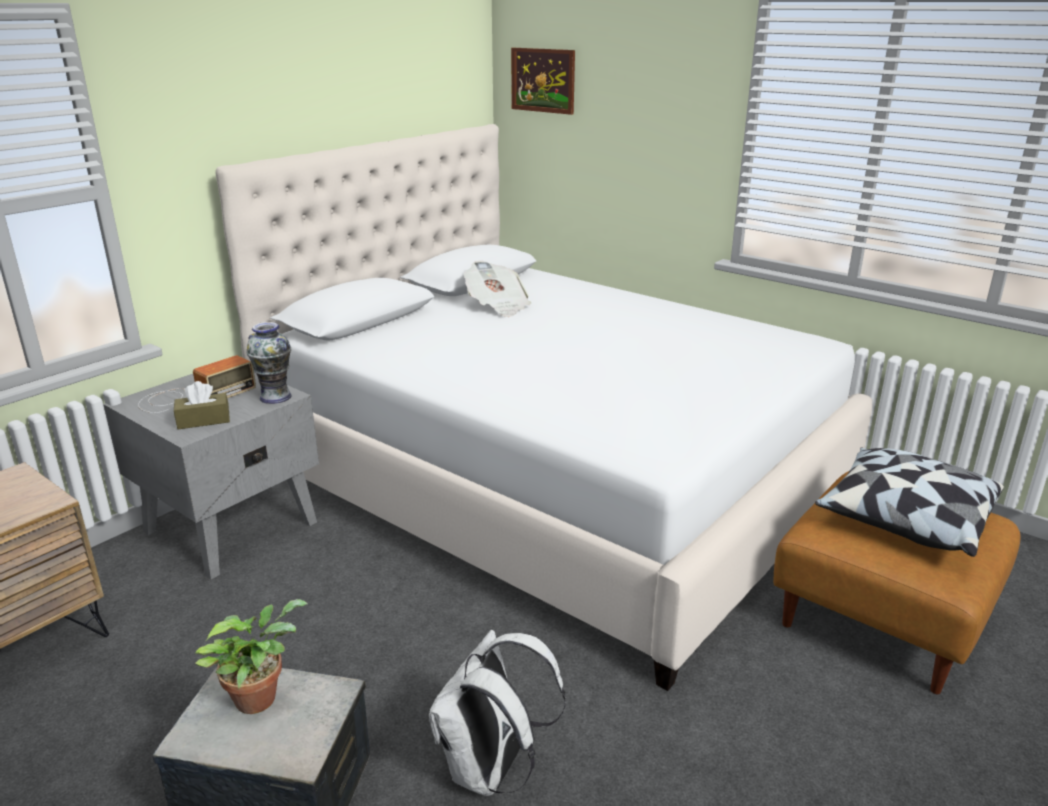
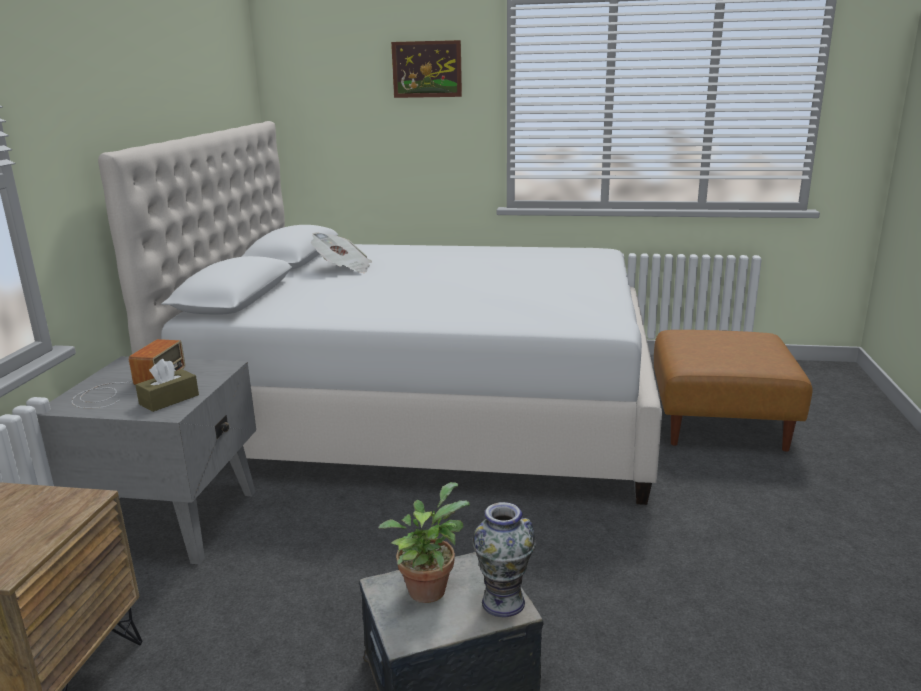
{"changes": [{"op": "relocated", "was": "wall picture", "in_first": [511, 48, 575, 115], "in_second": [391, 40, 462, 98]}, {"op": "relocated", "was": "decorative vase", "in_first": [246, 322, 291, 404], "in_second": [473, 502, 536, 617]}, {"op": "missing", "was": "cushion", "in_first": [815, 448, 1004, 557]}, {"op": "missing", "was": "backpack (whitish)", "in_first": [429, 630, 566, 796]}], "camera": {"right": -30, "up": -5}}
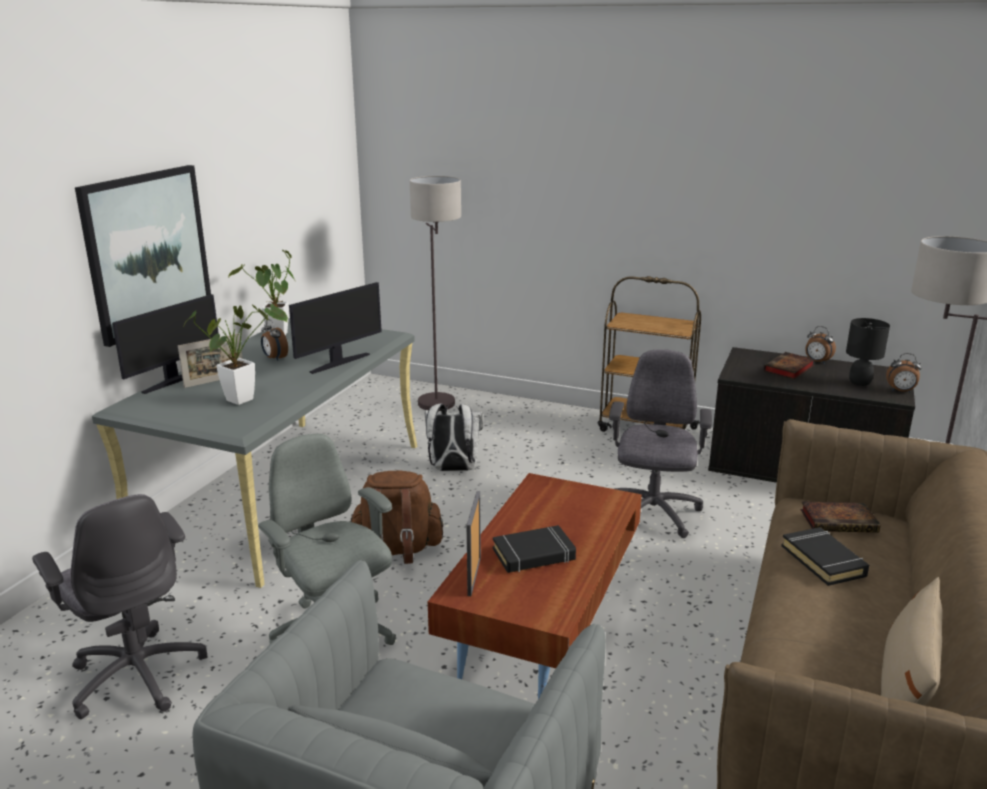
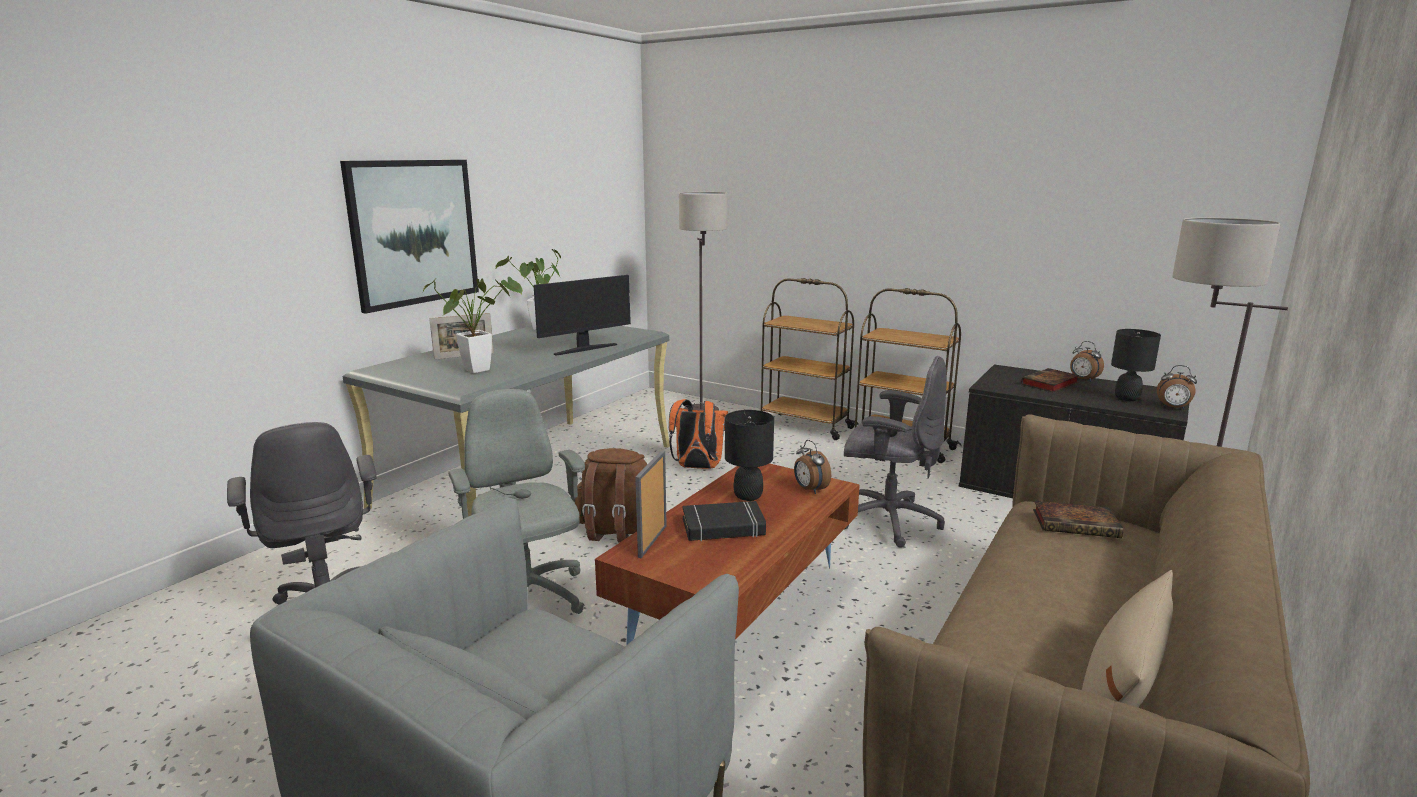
{"changes": [{"op": "missing", "was": "computer display", "in_first": [112, 294, 219, 394]}, {"op": "relocated", "was": "table clock", "in_first": [261, 319, 288, 361], "in_second": [794, 440, 831, 494]}, {"op": "spun", "was": "desk chair (grey)", "in_first": [609, 349, 712, 538], "in_second": [844, 356, 947, 548], "clockwise": 90}, {"op": "colour", "was": "backpack (whitish)", "now": "backpack (orange)", "in_first": [425, 403, 483, 471], "in_second": [669, 399, 728, 469]}, {"op": "missing", "was": "volume (blackish)", "in_first": [781, 527, 869, 586]}, {"op": "appeared", "now": "cart (brown)", "in_second": [761, 278, 859, 440]}, {"op": "appeared", "now": "tabletop lamp (blackish)", "in_second": [725, 410, 774, 501]}], "camera": {"right": 10, "up": -5}}
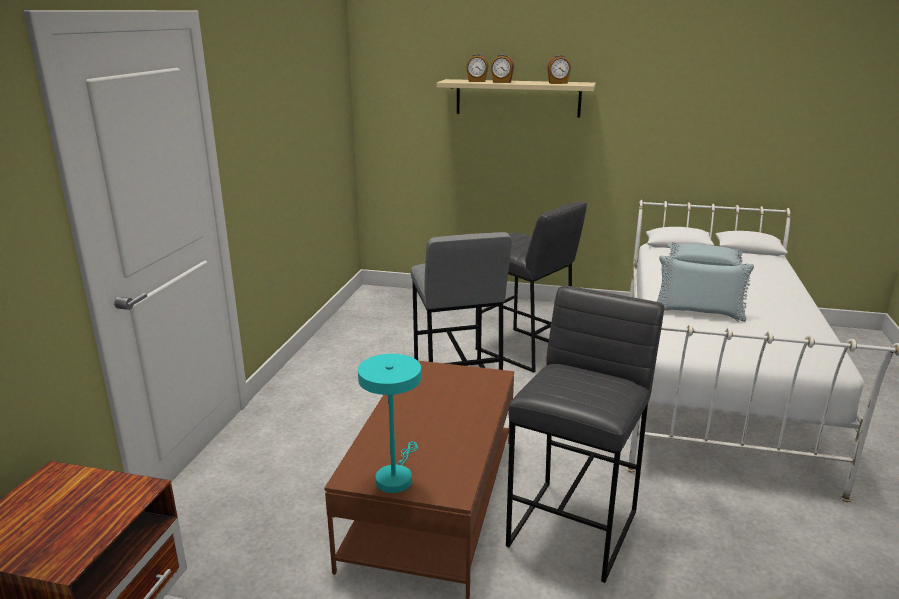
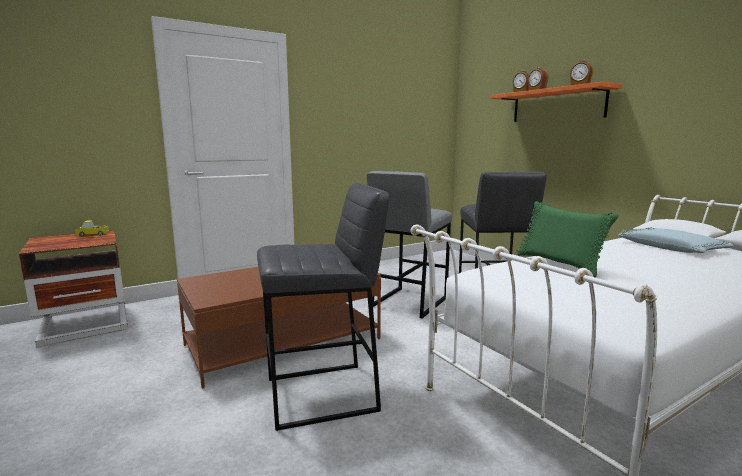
{"changes": [{"op": "colour", "was": "shelf (beige-coloured)", "now": "shelf (orange)", "in_first": [436, 79, 596, 118], "in_second": [490, 82, 622, 122]}, {"op": "colour", "was": "cushion (blue)", "now": "cushion (green-coloured)", "in_first": [657, 255, 754, 322], "in_second": [517, 201, 619, 278]}, {"op": "missing", "was": "tabletop lamp (blue-green)", "in_first": [358, 354, 421, 493]}, {"op": "appeared", "now": "toy truck", "in_second": [75, 220, 109, 237]}], "camera": {"right": 45, "up": -10}}
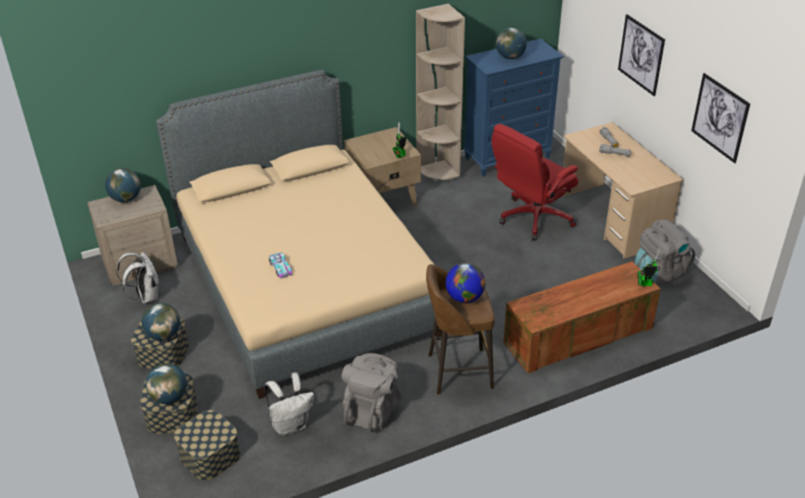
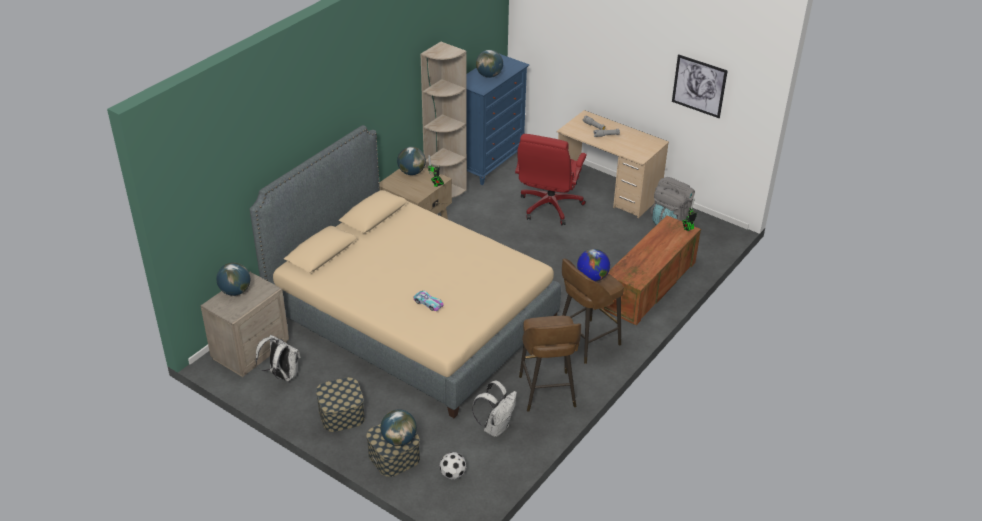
{"changes": [{"op": "missing", "was": "wall picture", "in_first": [618, 14, 665, 96]}, {"op": "relocated", "was": "globe", "in_first": [141, 303, 180, 341], "in_second": [397, 147, 426, 175]}, {"op": "exchanged", "was": "backpack (grey)", "now": "sitting stool (brown)", "in_first": [342, 353, 401, 432], "in_second": [519, 315, 581, 412]}, {"op": "exchanged", "was": "storage container", "now": "ball for football", "in_first": [174, 410, 240, 481], "in_second": [440, 452, 466, 479]}], "camera": {"right": -30, "up": 0}}
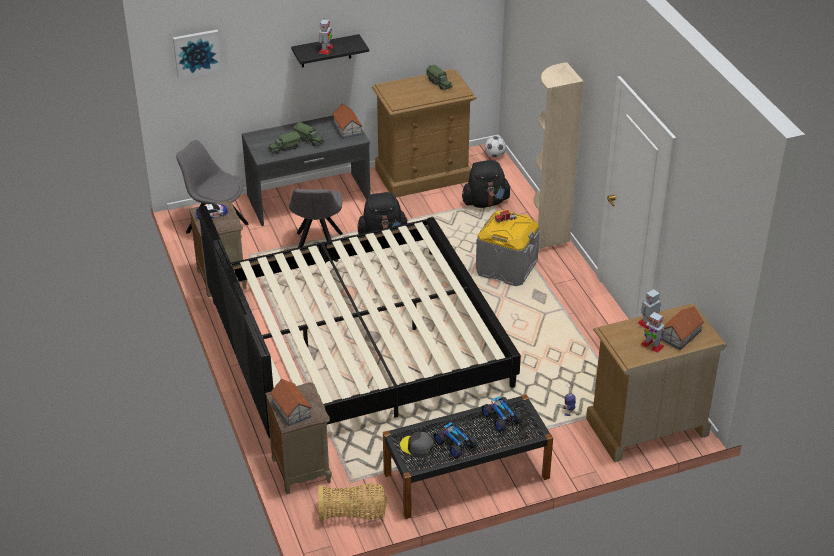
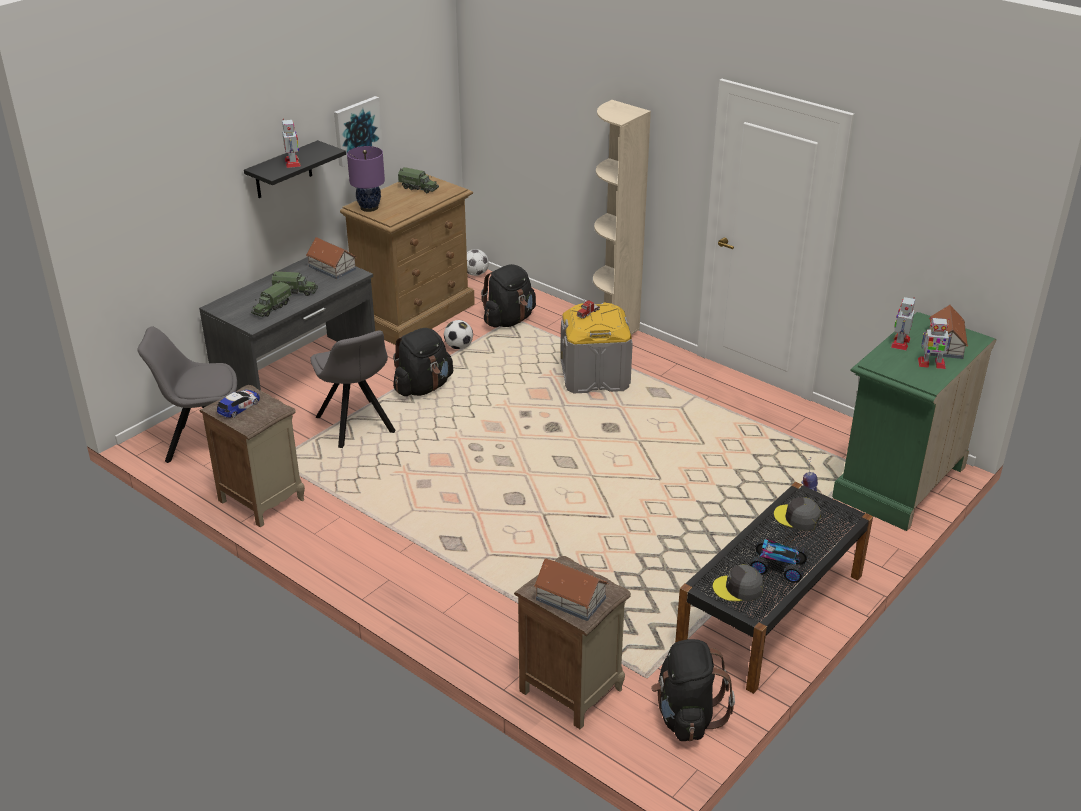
{"changes": [{"op": "relocated", "was": "wall picture", "in_first": [173, 30, 222, 79], "in_second": [334, 96, 383, 167]}, {"op": "missing", "was": "sleeping bed", "in_first": [199, 206, 521, 438]}, {"op": "colour", "was": "drawer chest (brown)", "now": "drawer chest (green-coloured)", "in_first": [586, 303, 727, 462], "in_second": [832, 312, 996, 531]}, {"op": "exchanged", "was": "miniature car", "now": "baseball cap (grey)", "in_first": [482, 396, 522, 432], "in_second": [774, 497, 821, 531]}, {"op": "exchanged", "was": "basket", "now": "backpack (blackish)", "in_first": [318, 484, 387, 521], "in_second": [651, 639, 735, 741]}, {"op": "appeared", "now": "tabletop lamp (purplish)", "in_second": [347, 146, 385, 212]}, {"op": "appeared", "now": "ball for football", "in_second": [444, 320, 473, 349]}], "camera": {"right": -30, "up": -5}}
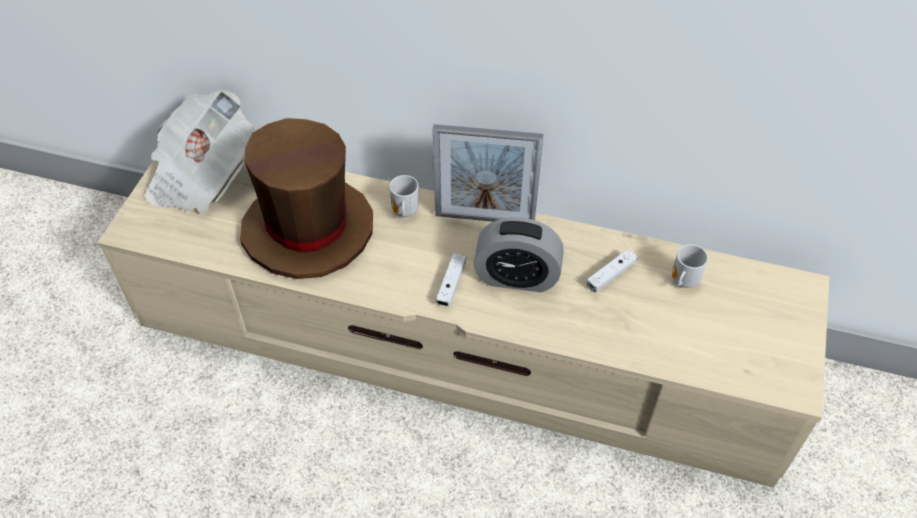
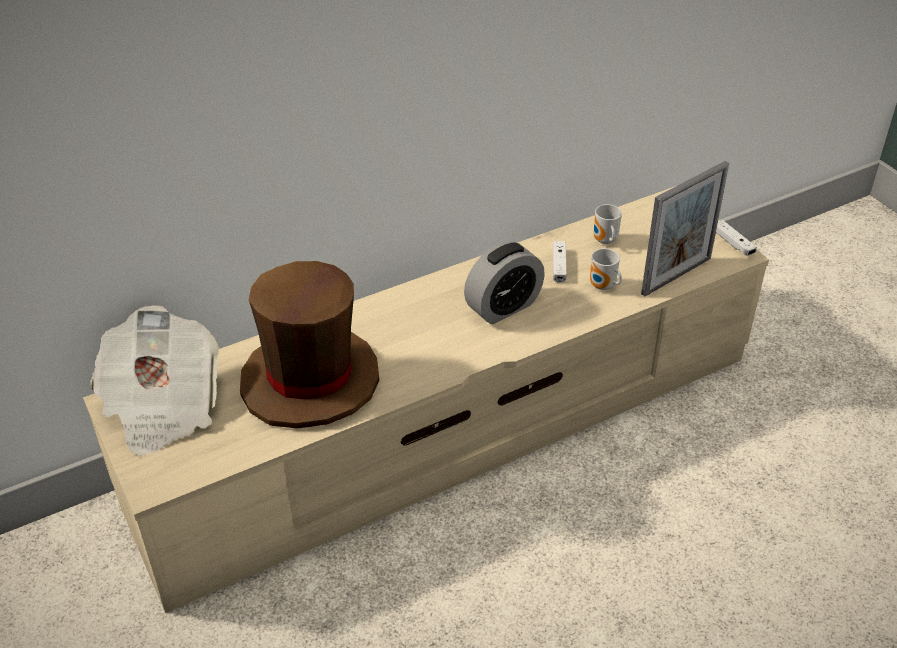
{"changes": [{"op": "relocated", "was": "standing frame", "in_first": [433, 124, 543, 222], "in_second": [641, 161, 729, 296]}, {"op": "relocated", "was": "tea mug", "in_first": [389, 175, 419, 217], "in_second": [590, 248, 622, 290]}, {"op": "relocated", "was": "joypad (whitish)", "in_first": [436, 253, 466, 306], "in_second": [716, 220, 757, 256]}], "camera": {"right": -45, "up": -10}}
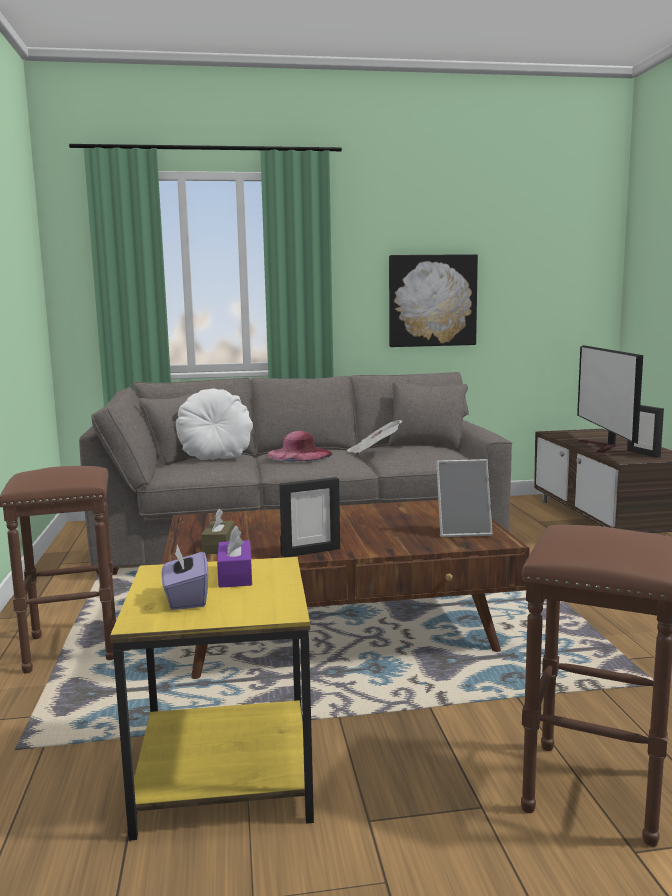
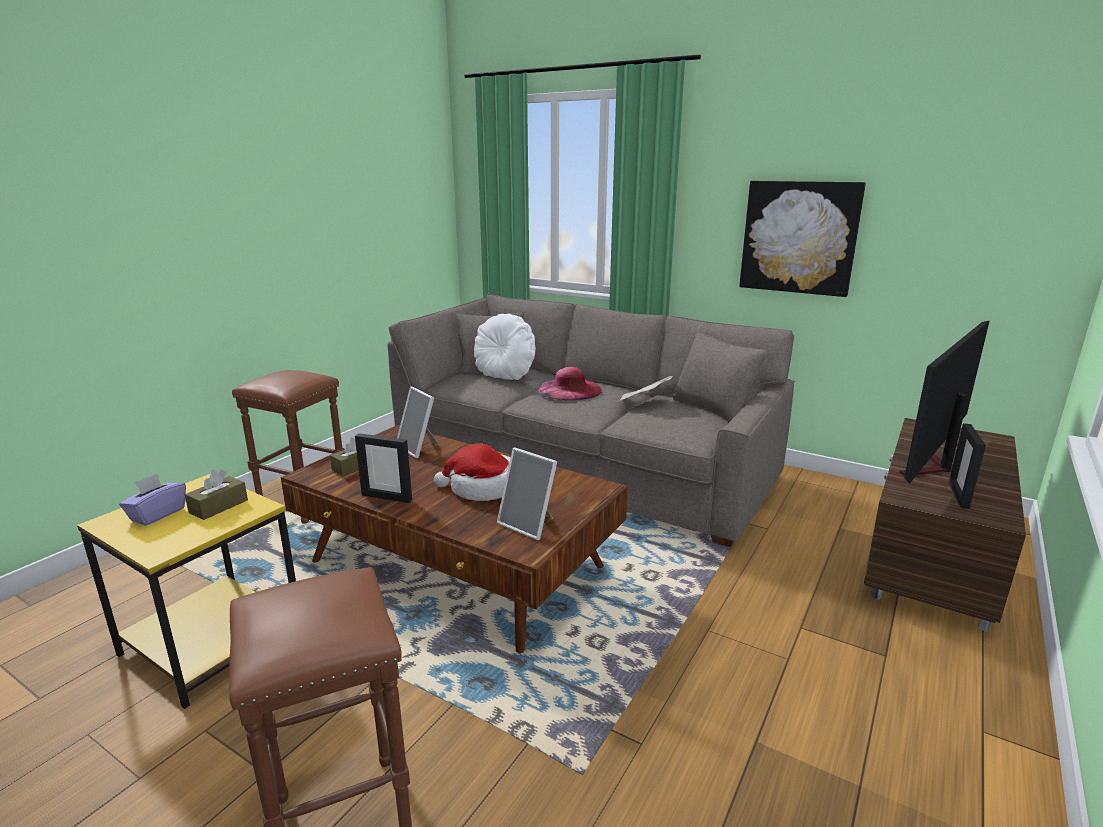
{"changes": [{"op": "colour", "was": "box of tissues (purplish)", "now": "box of tissues (brown)", "in_first": [217, 526, 252, 588], "in_second": [185, 469, 248, 520]}, {"op": "appeared", "now": "standing frame", "in_second": [397, 387, 440, 458]}, {"op": "appeared", "now": "hat", "in_second": [434, 444, 511, 501]}], "camera": {"right": 40, "up": 10}}
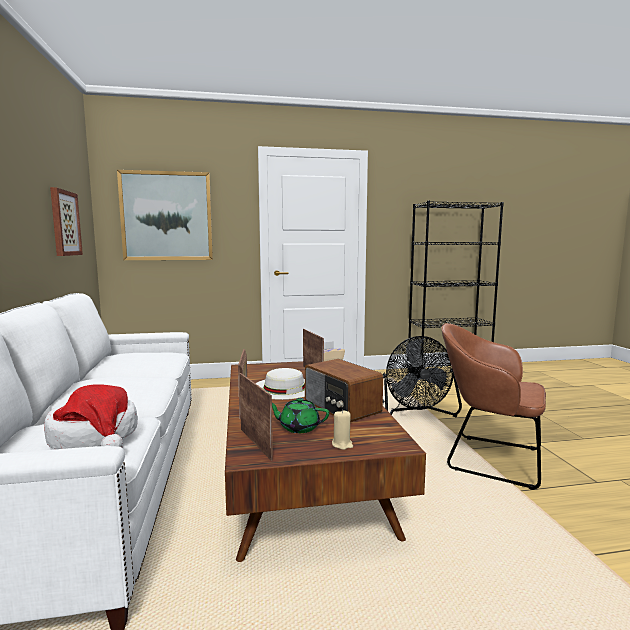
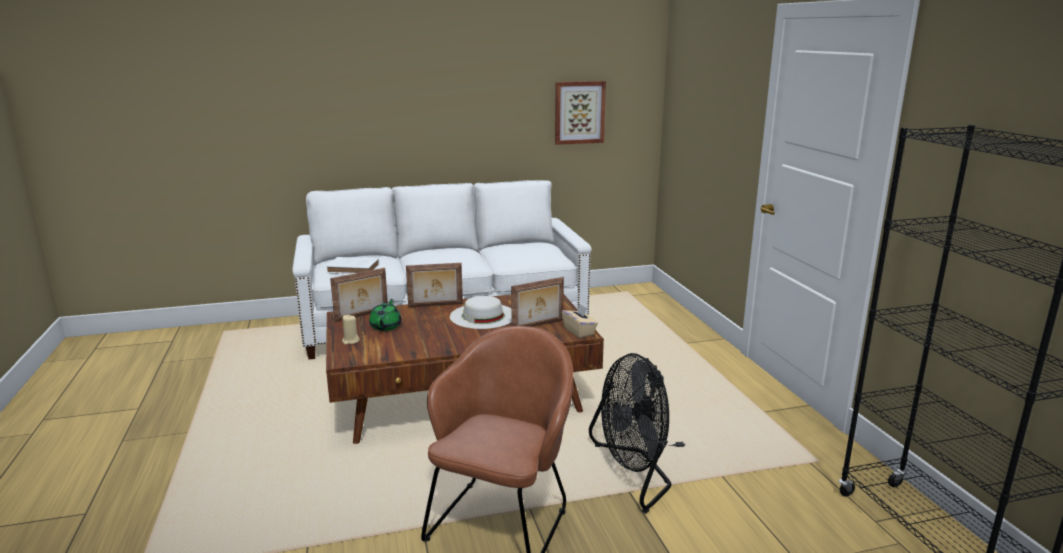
{"changes": [{"op": "missing", "was": "wall picture", "in_first": [117, 170, 213, 260]}, {"op": "missing", "was": "radio", "in_first": [305, 359, 383, 422]}, {"op": "exchanged", "was": "hat", "now": "volume (whitish)", "in_first": [44, 385, 138, 449], "in_second": [326, 257, 379, 274]}], "camera": {"right": 85, "up": 10}}
